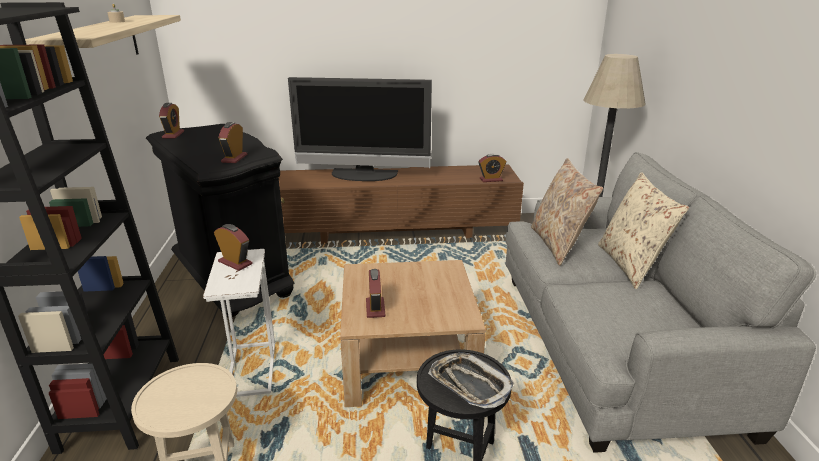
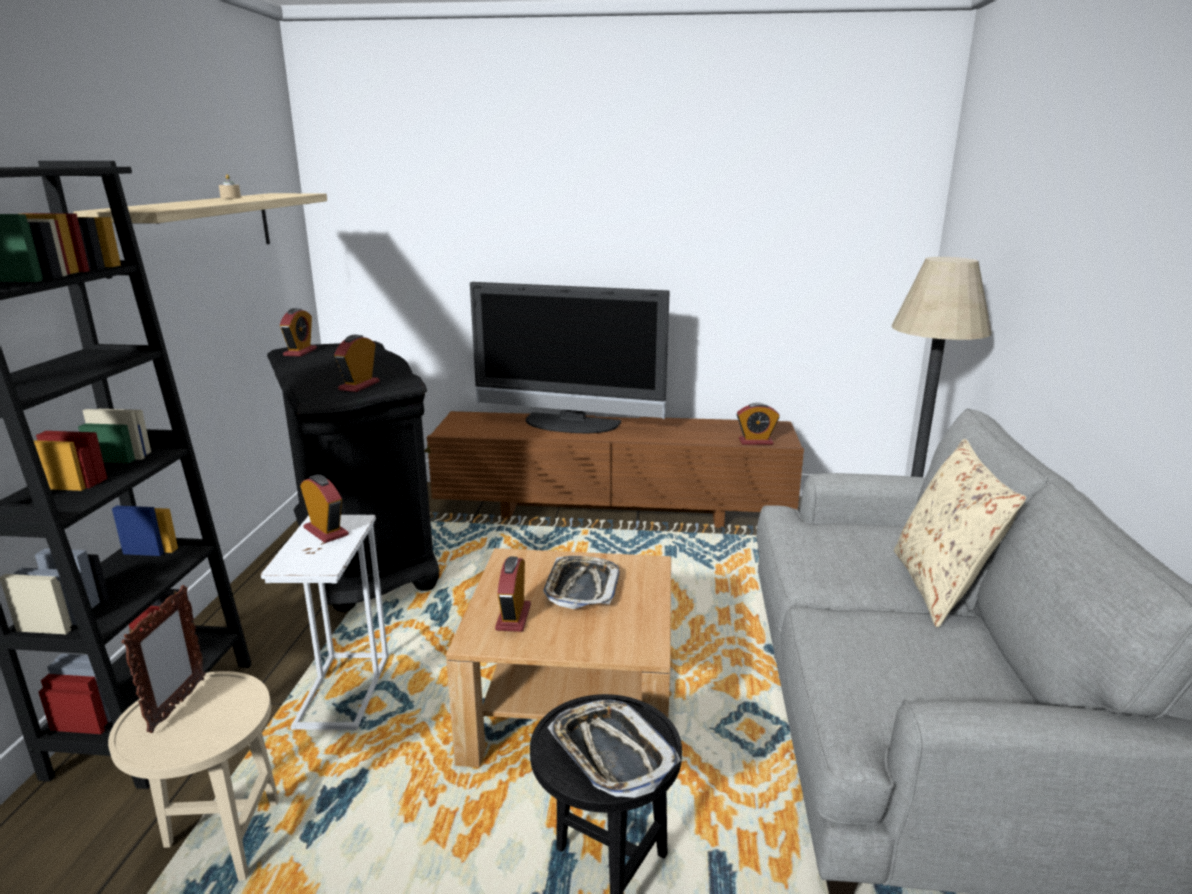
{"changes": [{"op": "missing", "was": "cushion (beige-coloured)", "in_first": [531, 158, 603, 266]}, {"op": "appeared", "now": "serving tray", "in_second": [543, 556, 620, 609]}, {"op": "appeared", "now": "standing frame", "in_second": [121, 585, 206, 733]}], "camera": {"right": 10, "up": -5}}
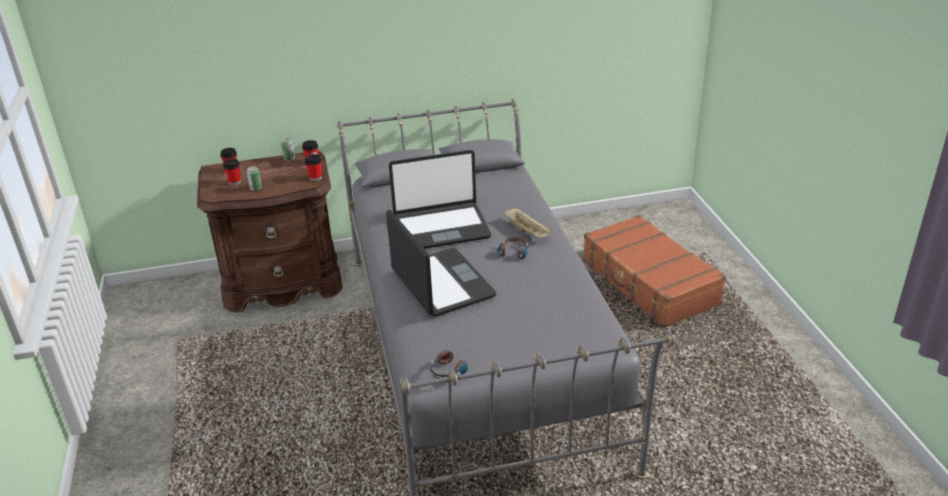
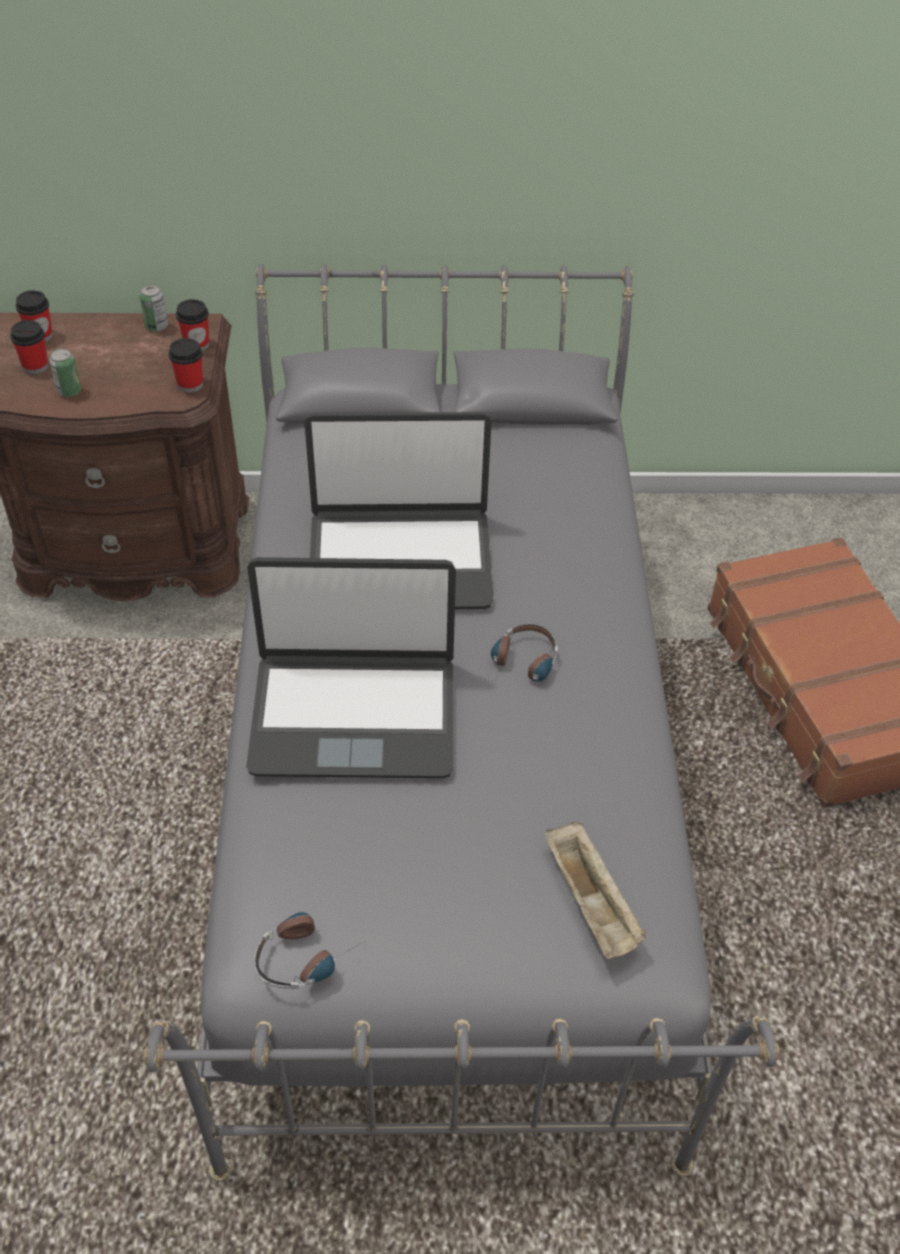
{"changes": [{"op": "relocated", "was": "serving tray (beige-coloured)", "in_first": [504, 207, 552, 238], "in_second": [544, 821, 646, 959]}, {"op": "spun", "was": "portable computer", "in_first": [386, 210, 496, 317], "in_second": [246, 557, 456, 778], "clockwise": 105}], "camera": {"right": 10, "up": 15}}
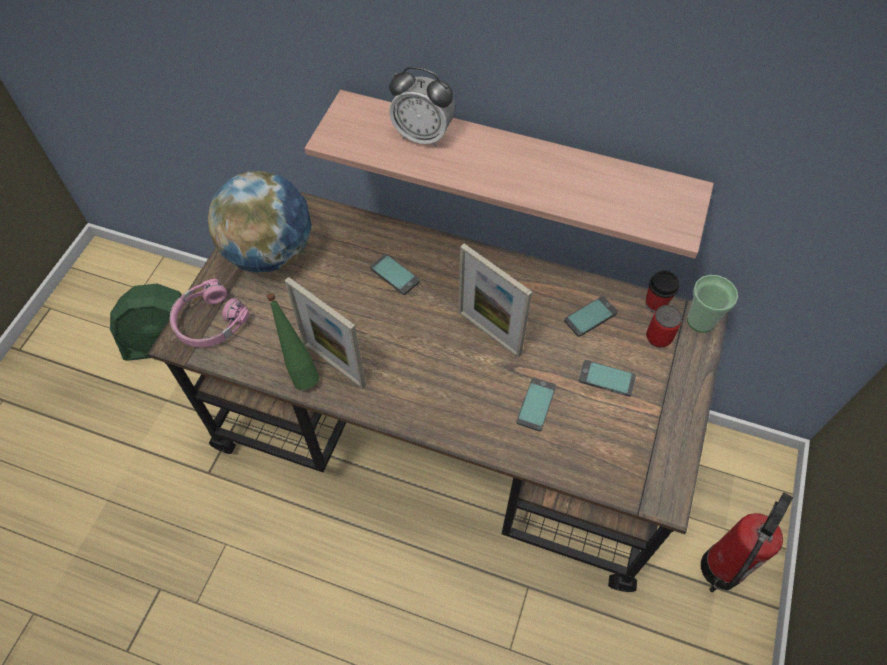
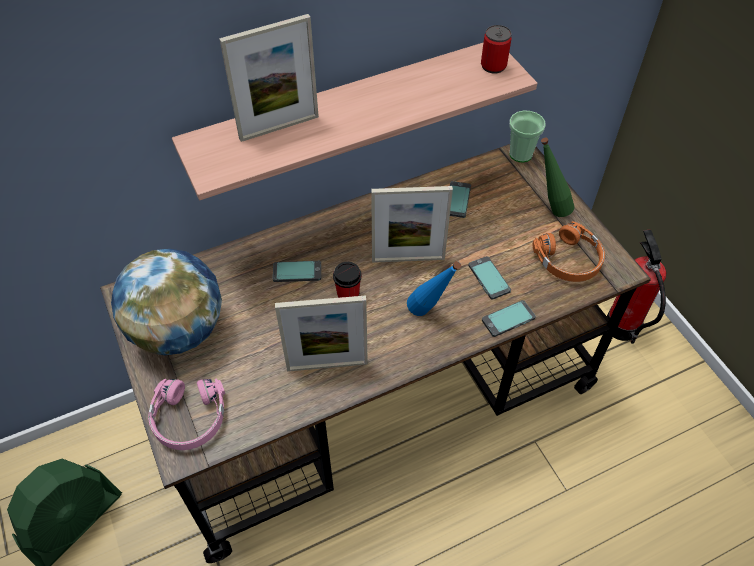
{"changes": [{"op": "exchanged", "was": "table clock", "now": "standing frame", "in_first": [389, 67, 455, 147], "in_second": [219, 14, 319, 142]}, {"op": "relocated", "was": "drinking cup", "in_first": [645, 270, 679, 313], "in_second": [333, 262, 362, 298]}, {"op": "relocated", "was": "beverage bottle (green-coloured)", "in_first": [266, 293, 319, 390], "in_second": [541, 138, 574, 217]}, {"op": "relocated", "was": "sealed can", "in_first": [646, 305, 682, 348], "in_second": [481, 25, 512, 74]}, {"op": "relocated", "was": "phone", "in_first": [579, 360, 636, 397], "in_second": [482, 300, 536, 337]}, {"op": "appeared", "now": "headphones (orange)", "in_second": [532, 221, 605, 282]}, {"op": "appeared", "now": "beverage bottle (blue)", "in_second": [407, 261, 461, 316]}], "camera": {"right": -45, "up": -5}}
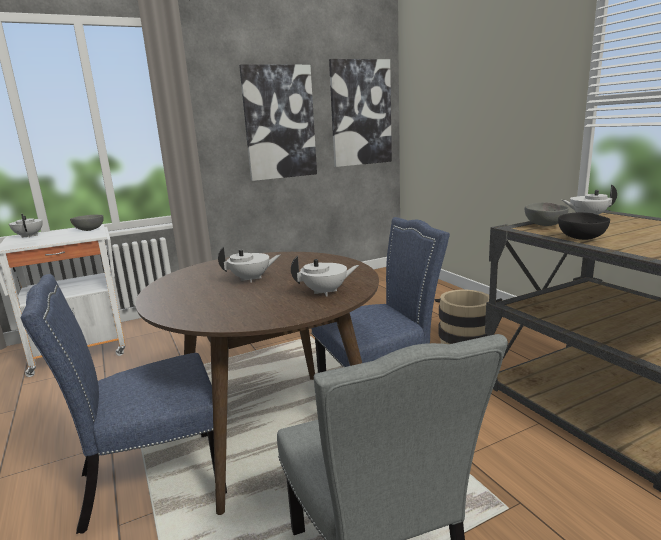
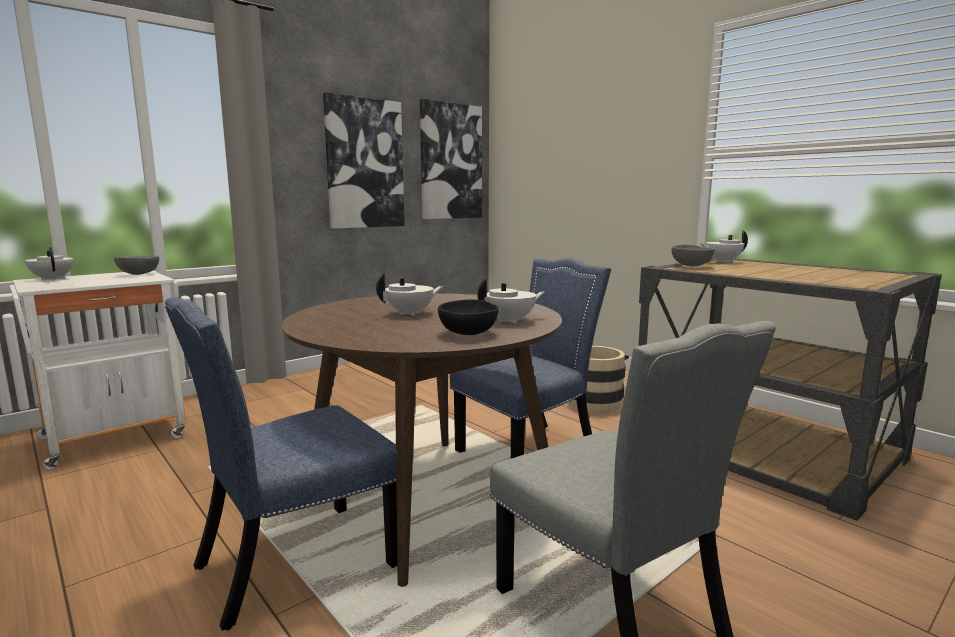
{"changes": [{"op": "relocated", "was": "bowl (blackish)", "in_first": [558, 212, 610, 240], "in_second": [438, 299, 499, 335]}], "camera": {"right": -15, "up": -5}}
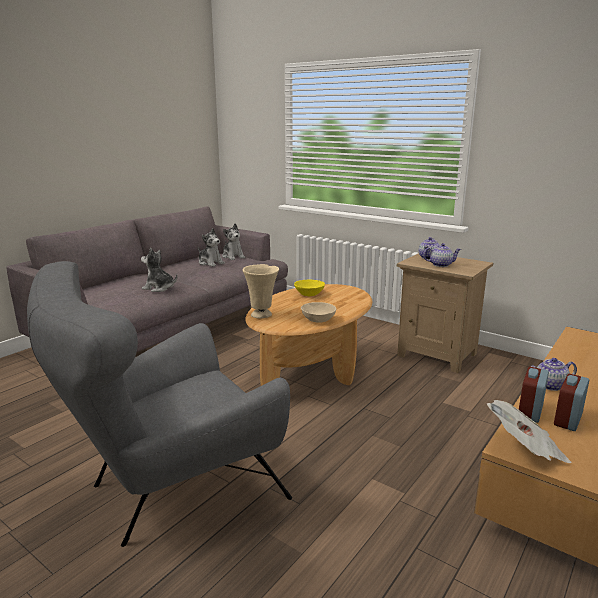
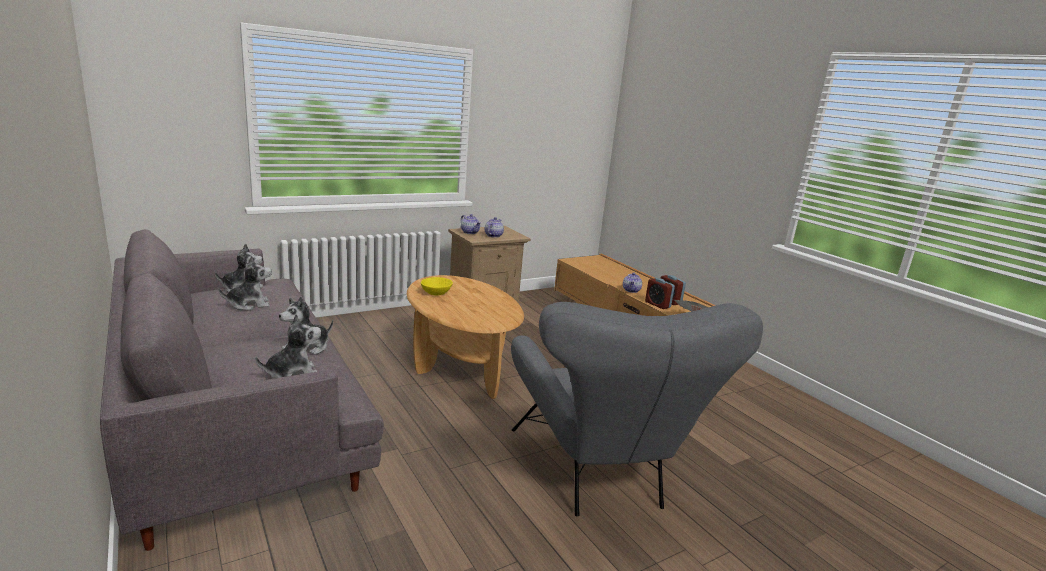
{"changes": [{"op": "missing", "was": "decorative vase (beige-coloured)", "in_first": [243, 264, 279, 319]}, {"op": "missing", "was": "bowl (beige-coloured)", "in_first": [301, 302, 336, 323]}, {"op": "appeared", "now": "plush toy", "in_second": [255, 314, 321, 378]}], "camera": {"right": -70, "up": 0}}
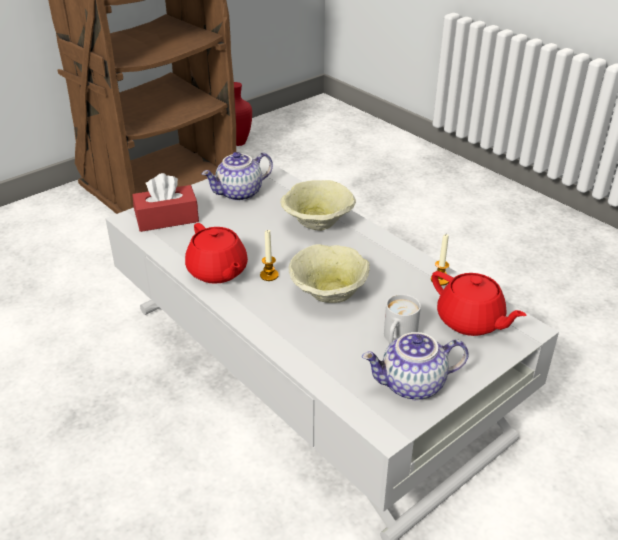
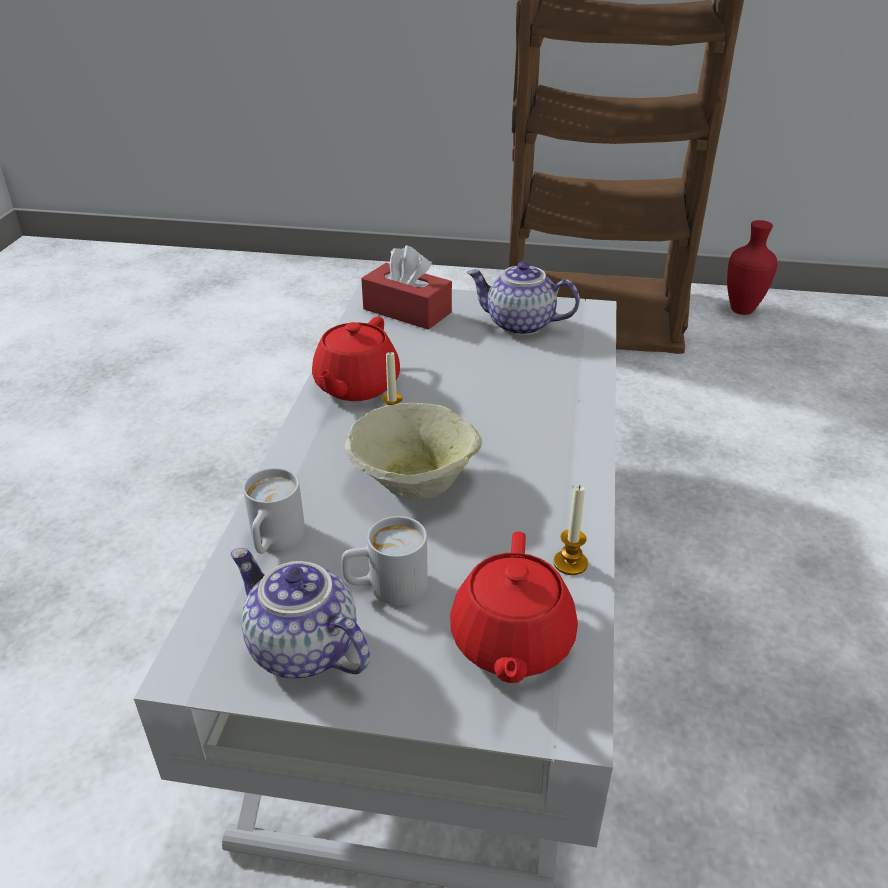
{"changes": [{"op": "missing", "was": "bowl (beige-coloured)", "in_first": [280, 180, 356, 231]}, {"op": "appeared", "now": "tea mug (whitish)", "in_second": [243, 468, 305, 554]}], "camera": {"right": 50, "up": 0}}
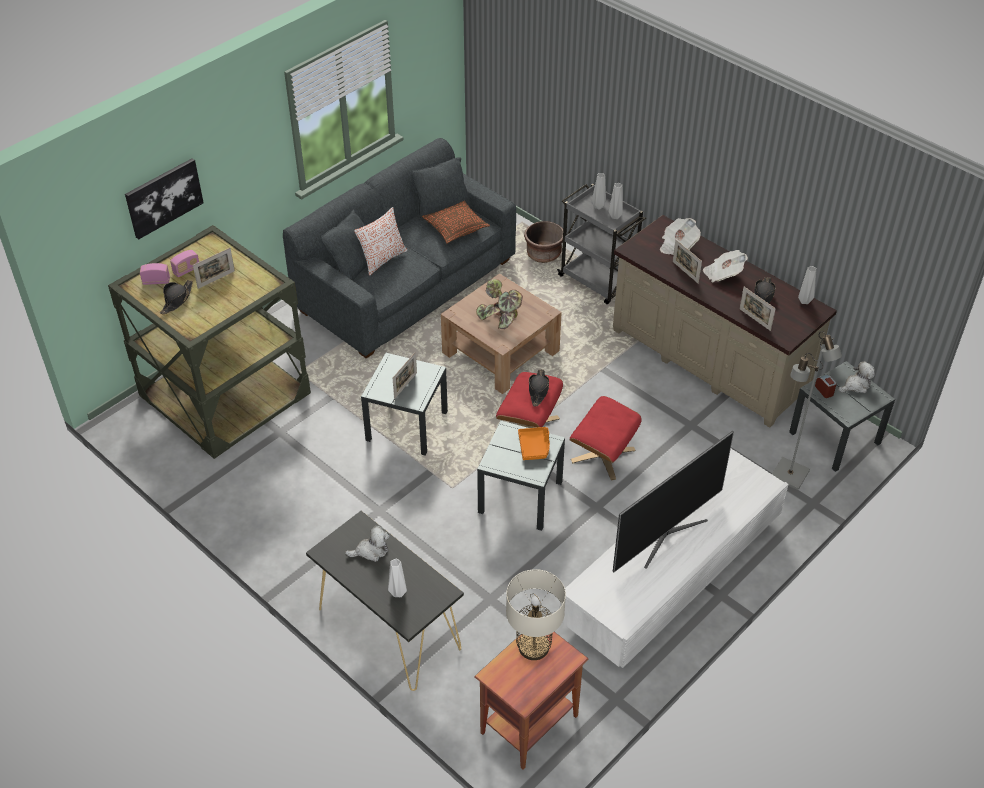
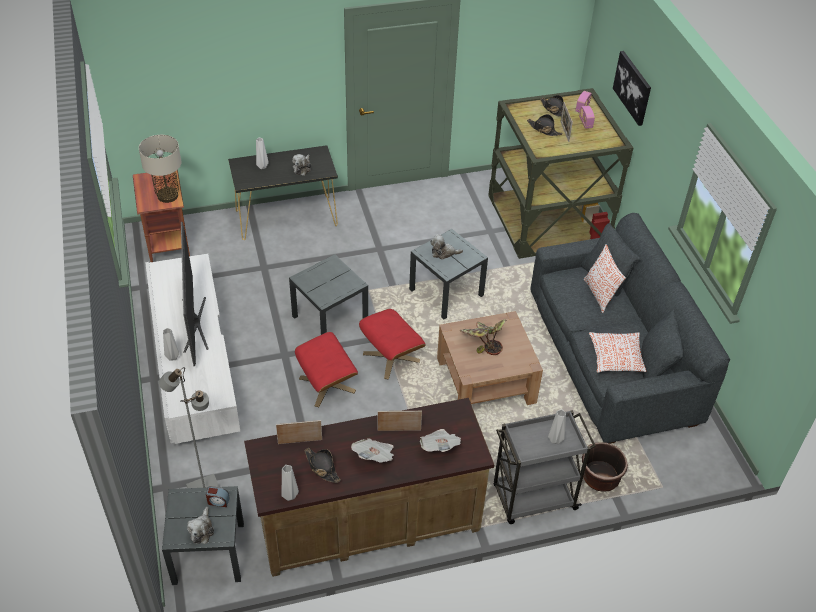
{"changes": [{"op": "relocated", "was": "decorative vase (grey)", "in_first": [608, 183, 623, 219], "in_second": [163, 328, 179, 361]}, {"op": "colour", "was": "cushion (brown)", "now": "cushion (whitish)", "in_first": [422, 201, 490, 244], "in_second": [589, 332, 646, 373]}, {"op": "exchanged", "was": "standing frame", "now": "plush toy", "in_first": [393, 352, 417, 399], "in_second": [430, 234, 463, 260]}, {"op": "relocated", "was": "hat (blackish)", "in_first": [529, 369, 549, 406], "in_second": [527, 114, 563, 136]}, {"op": "missing", "was": "serving tray (orange)", "in_first": [518, 427, 550, 460]}], "camera": {"right": 120, "up": 0}}
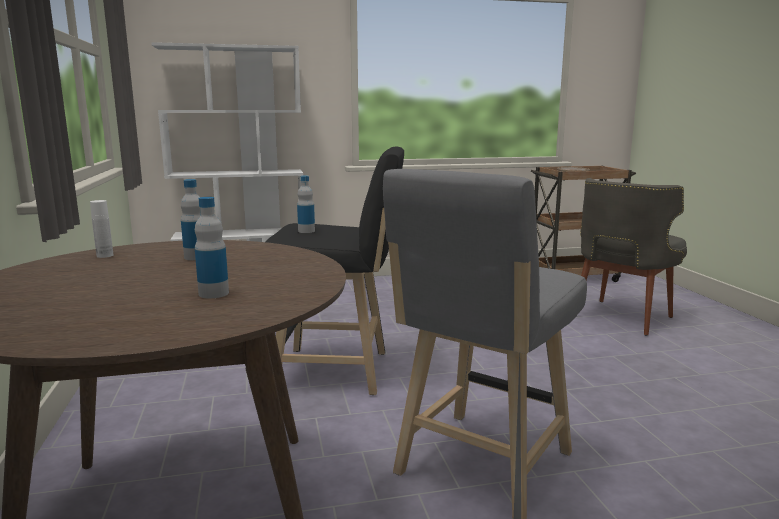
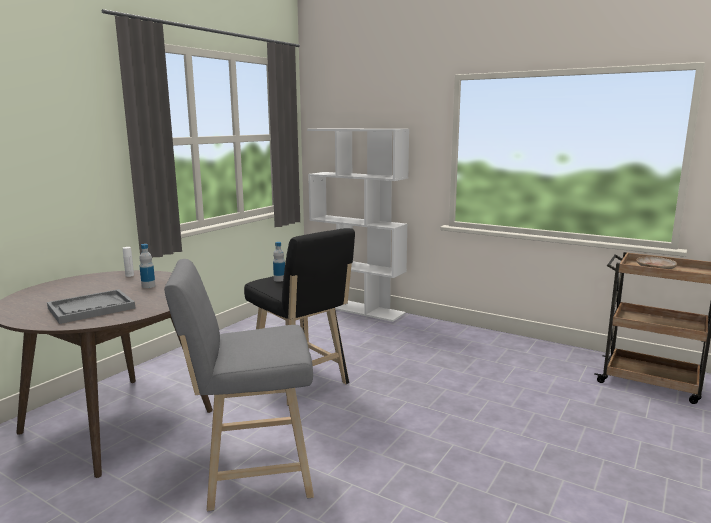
{"changes": [{"op": "missing", "was": "chair (grey)", "in_first": [580, 178, 687, 336]}, {"op": "exchanged", "was": "beverage bottle", "now": "serving tray (grey)", "in_first": [195, 197, 229, 298], "in_second": [47, 289, 135, 324]}], "camera": {"right": 45, "up": 0}}
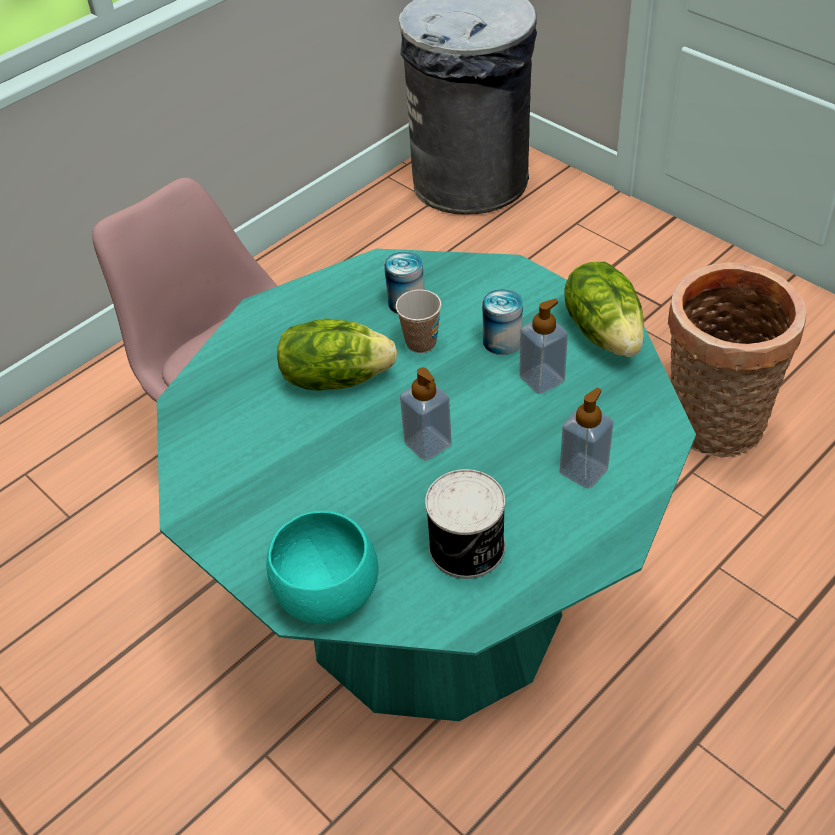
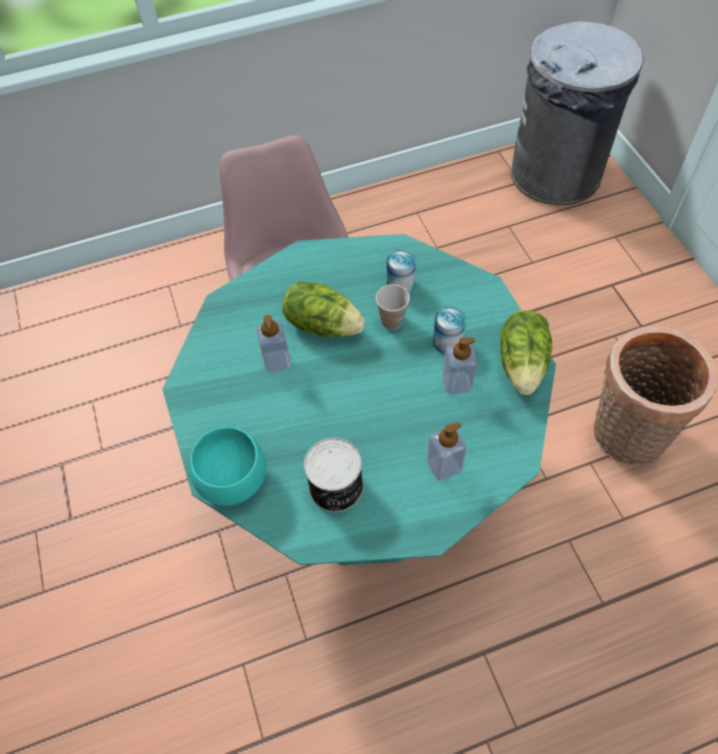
{"changes": [{"op": "relocated", "was": "soap dispenser", "in_first": [400, 367, 452, 461], "in_second": [256, 315, 291, 373]}], "camera": {"right": 25, "up": 10}}
